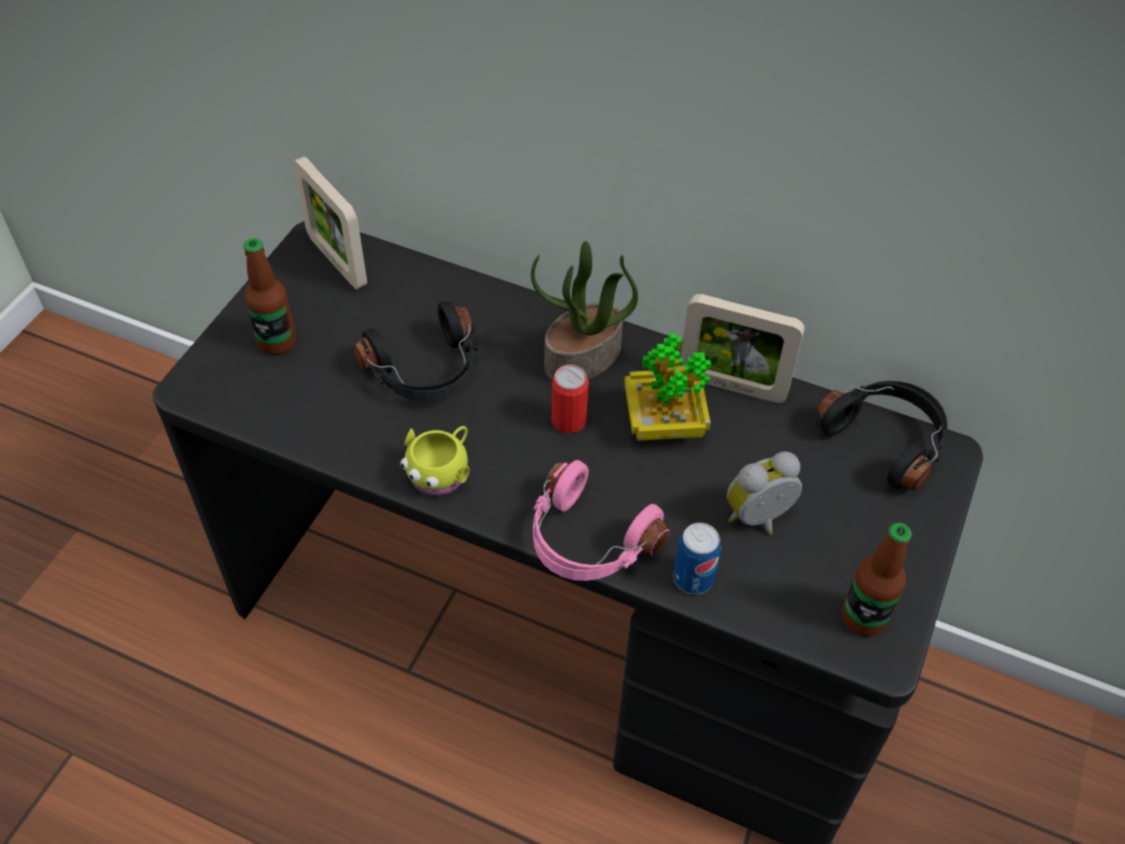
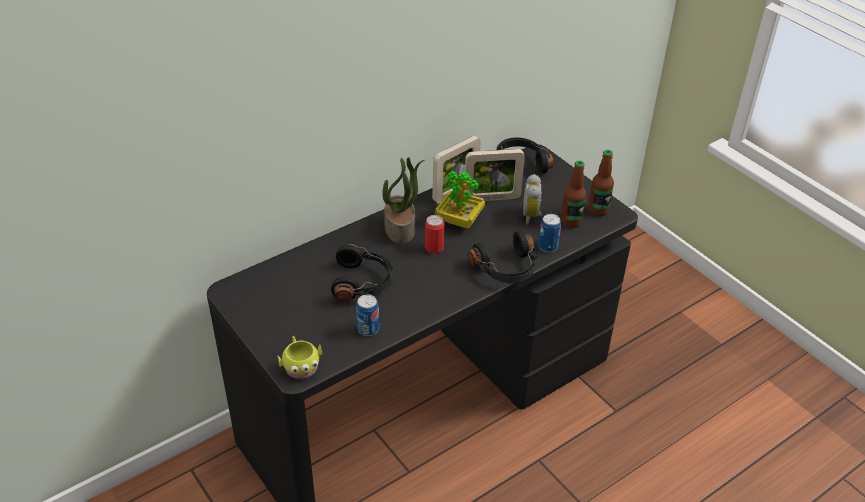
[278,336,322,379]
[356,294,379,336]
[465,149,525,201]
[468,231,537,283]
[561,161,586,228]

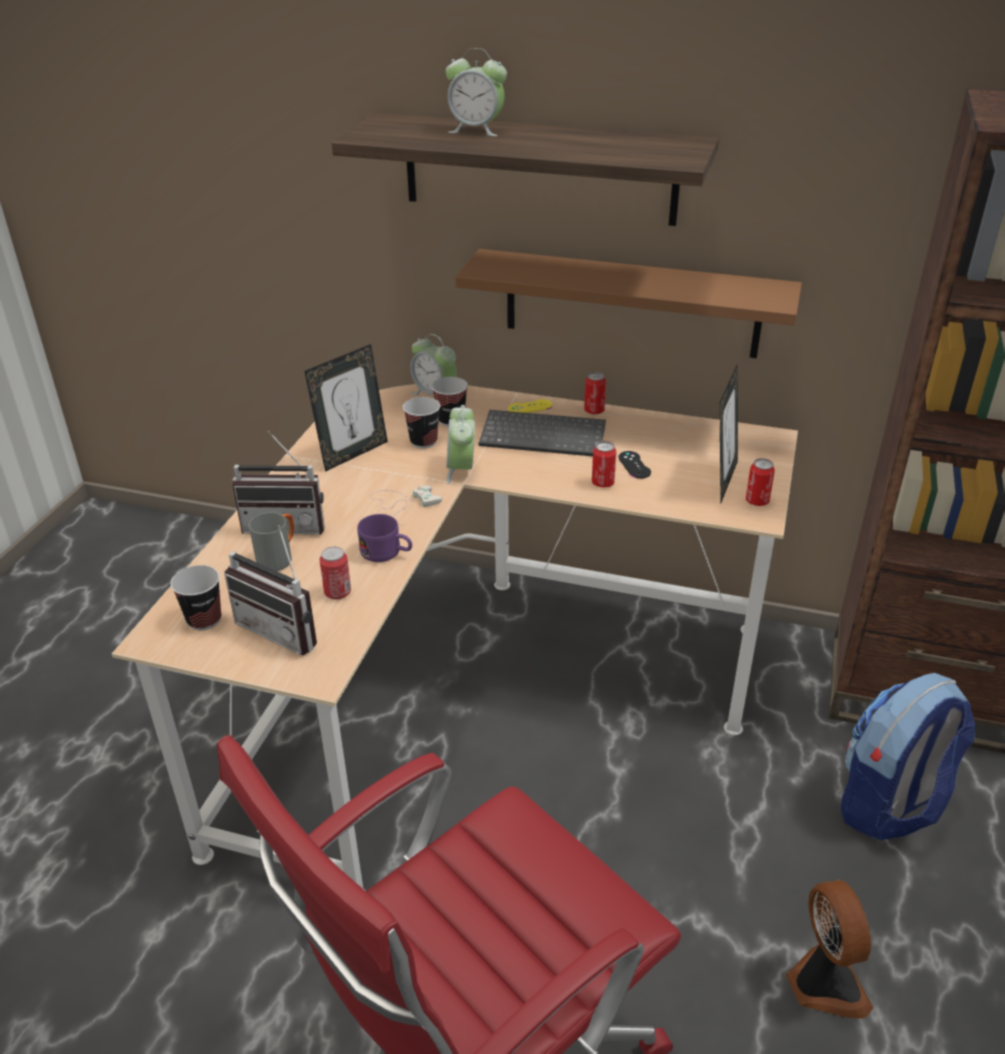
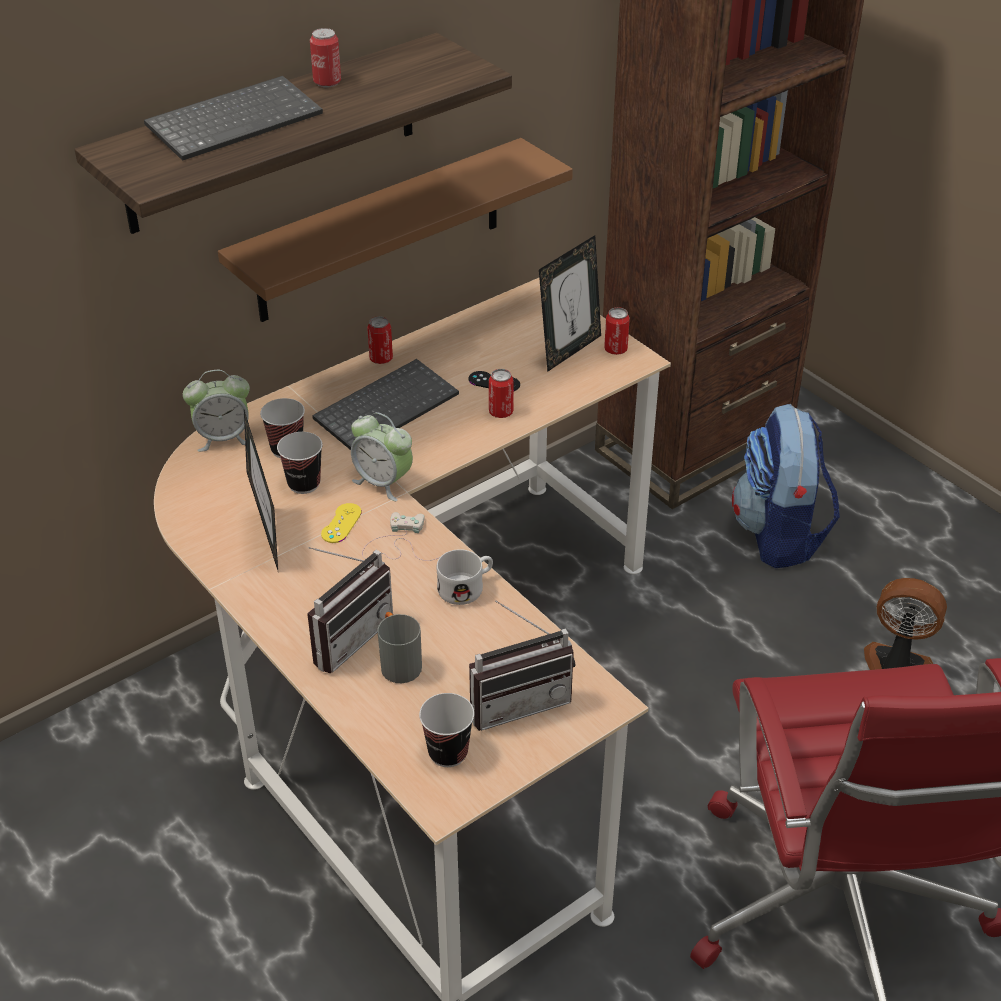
[144,76,323,161]
[310,28,341,88]
[321,503,362,543]
[437,549,493,605]
[539,235,601,372]

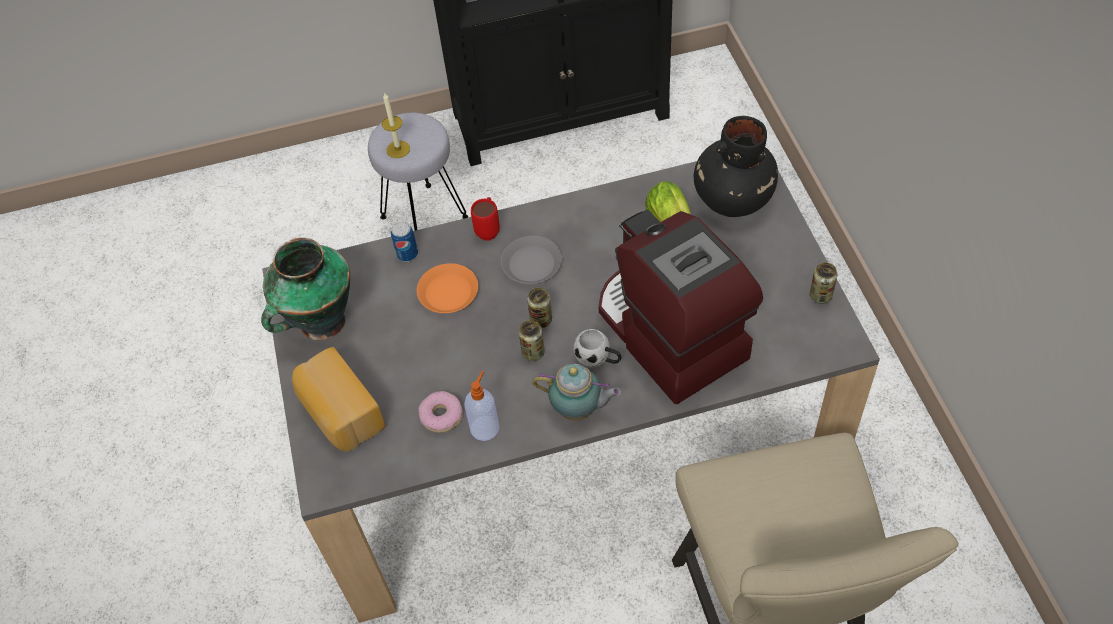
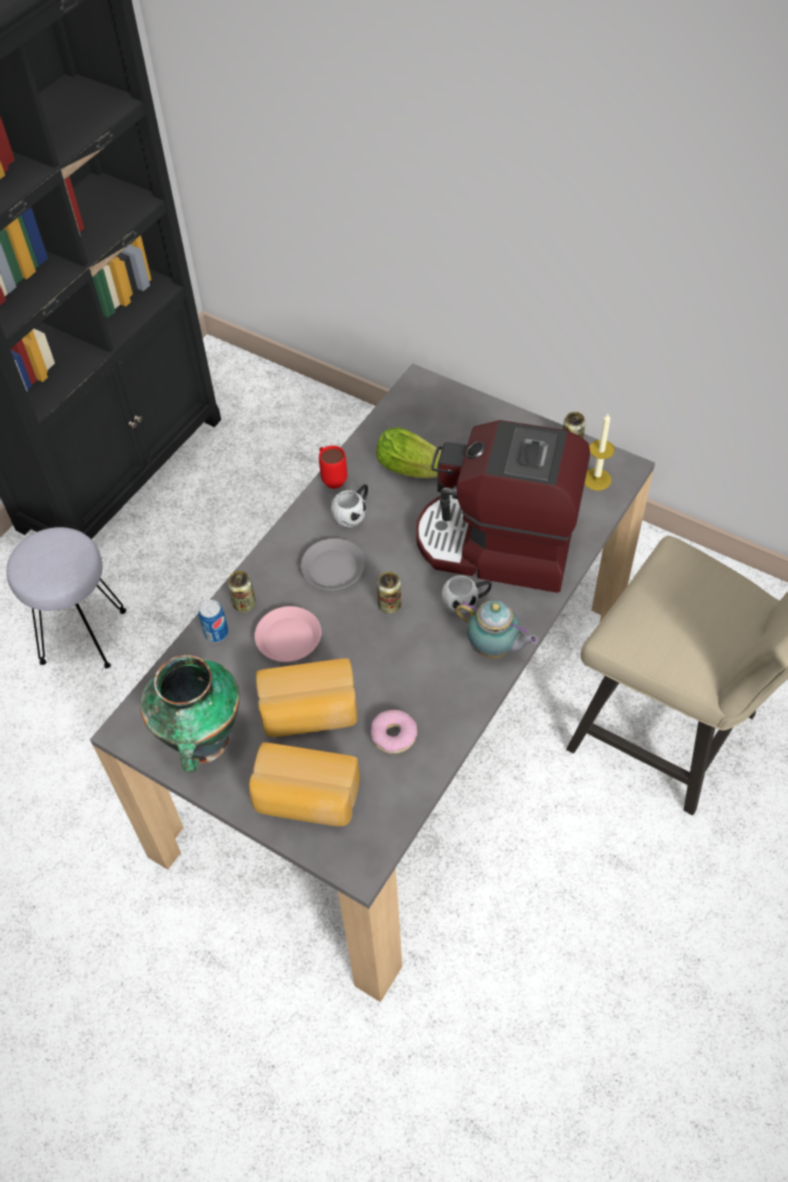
[228,571,256,613]
[255,606,321,662]
[256,658,358,737]
[319,445,347,489]
[331,484,368,528]
[455,600,538,659]
[585,414,615,491]
[464,370,500,441] (first image)
[694,116,778,217] (first image)

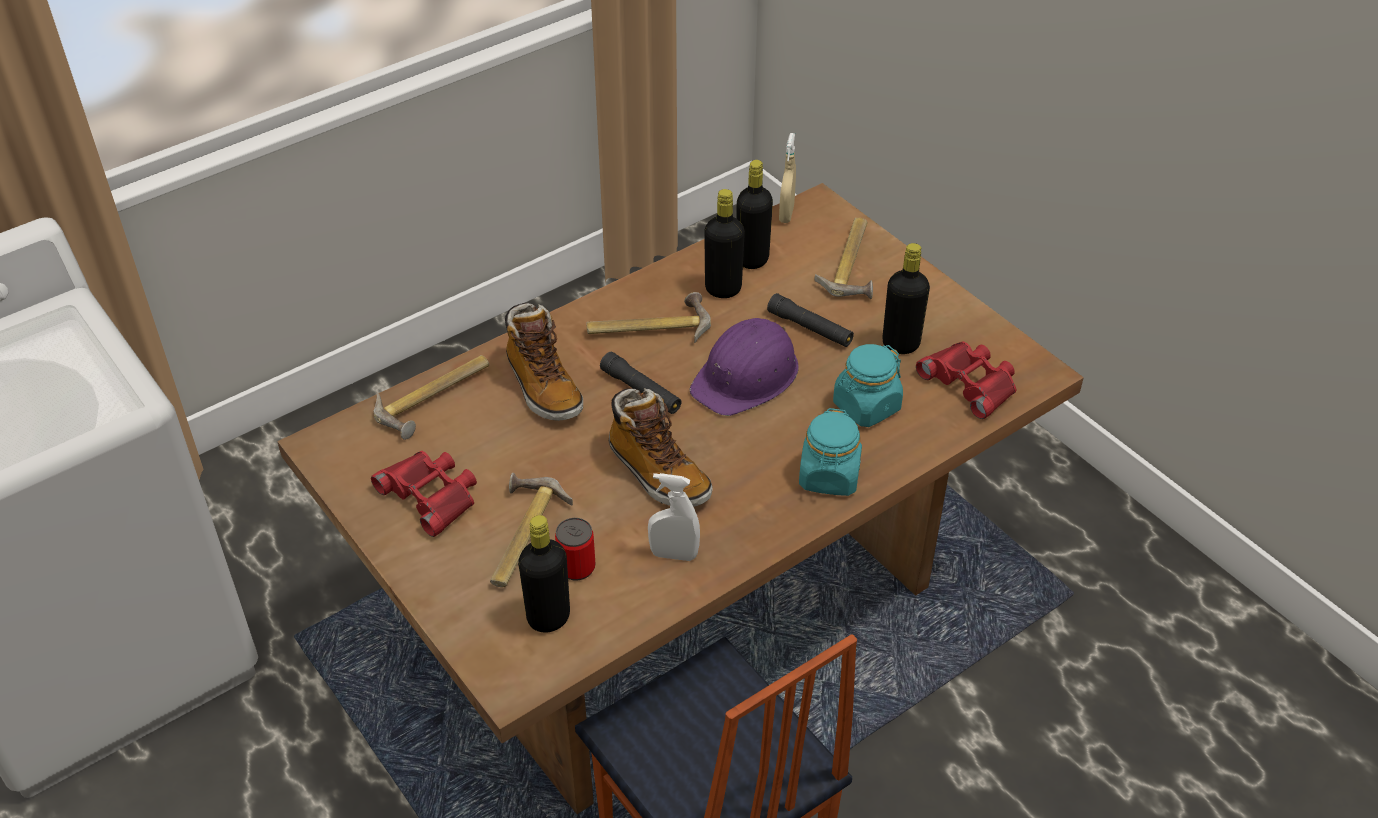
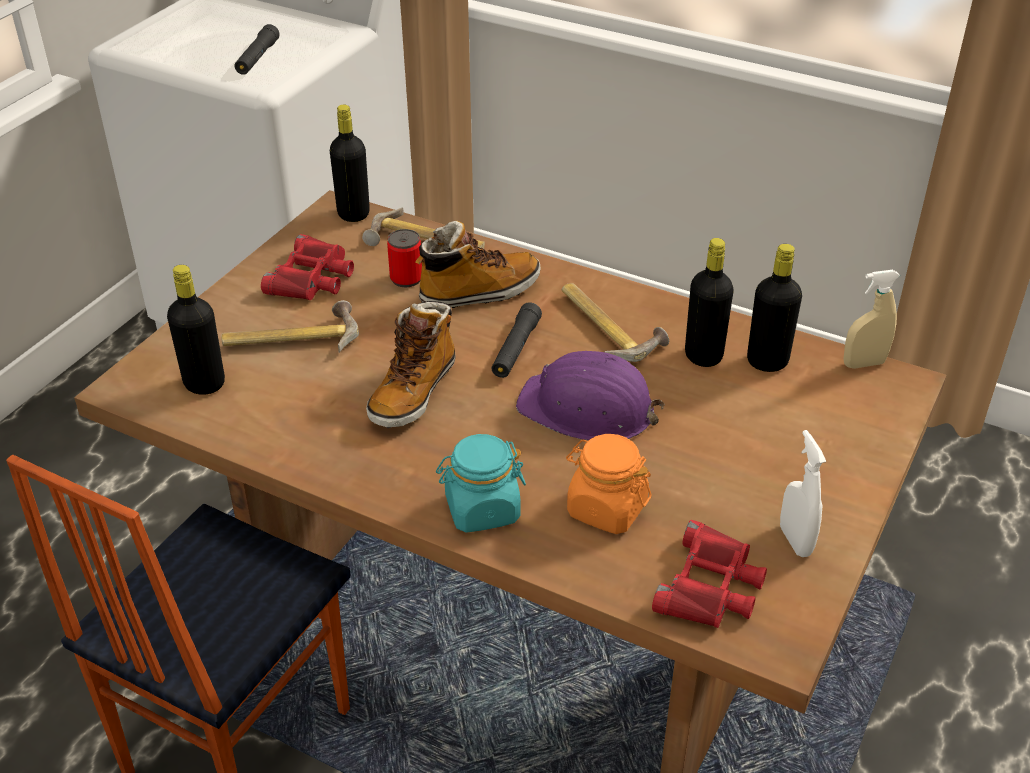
[234,24,280,75]
[330,105,370,222]
[387,229,422,287]
[415,221,541,308]
[566,434,651,534]
[780,430,826,557]
[815,218,873,299] (first image)

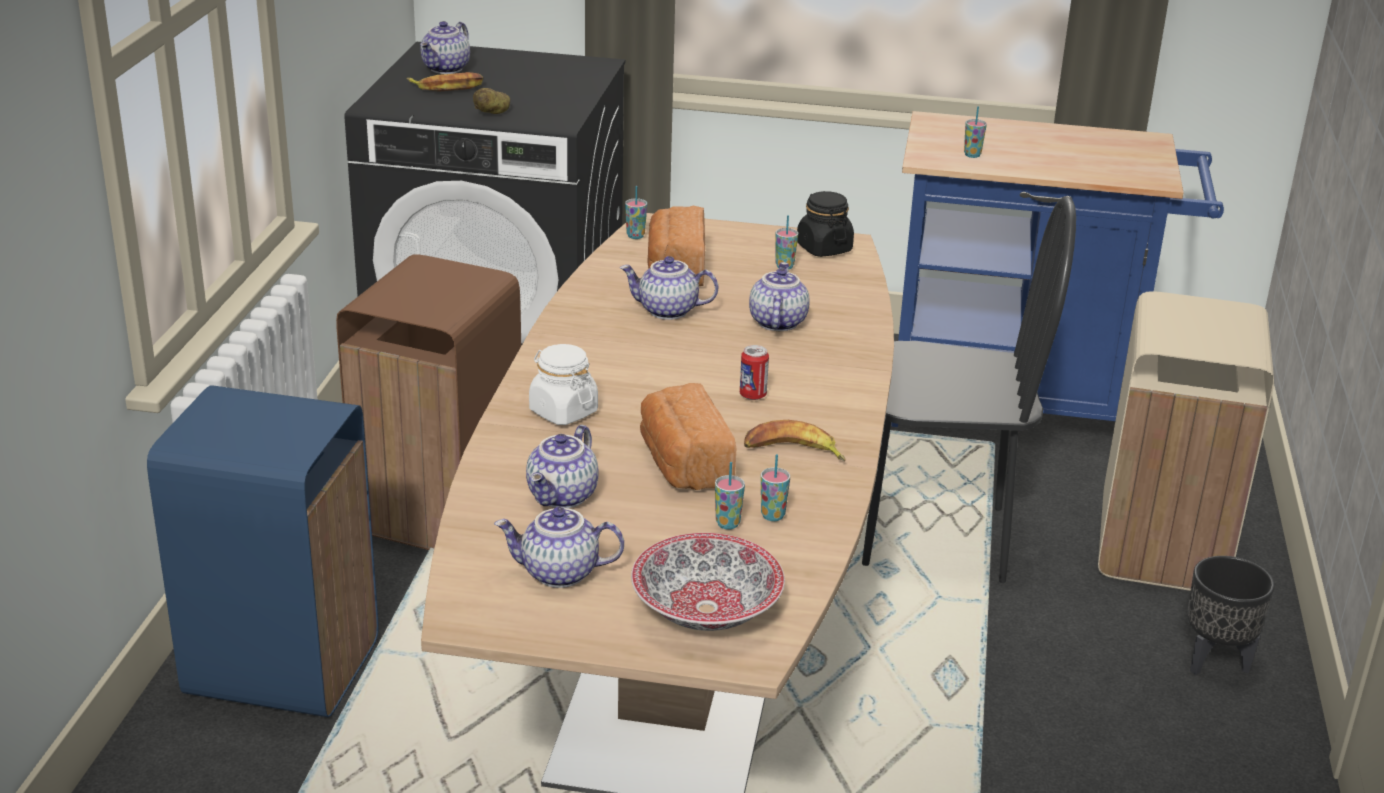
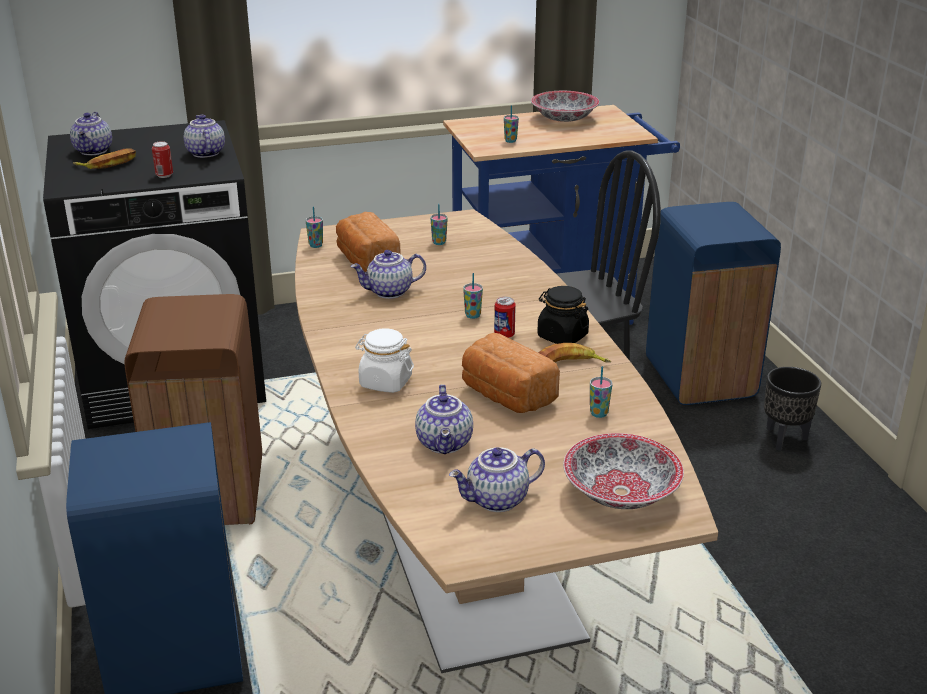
[152,141,173,178]
[184,114,225,158]
[463,273,483,319]
[531,91,599,122]
[537,286,589,344]
[646,202,781,405]

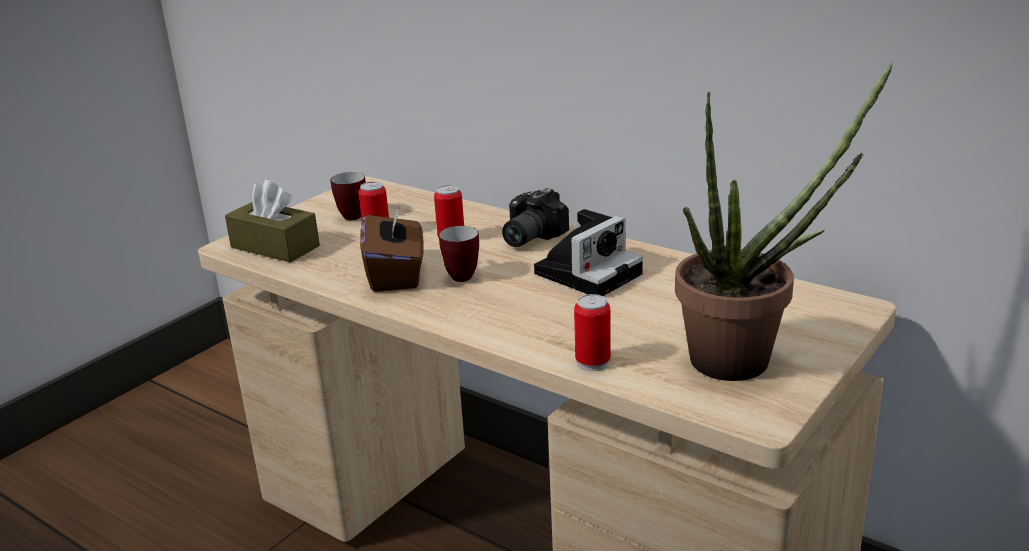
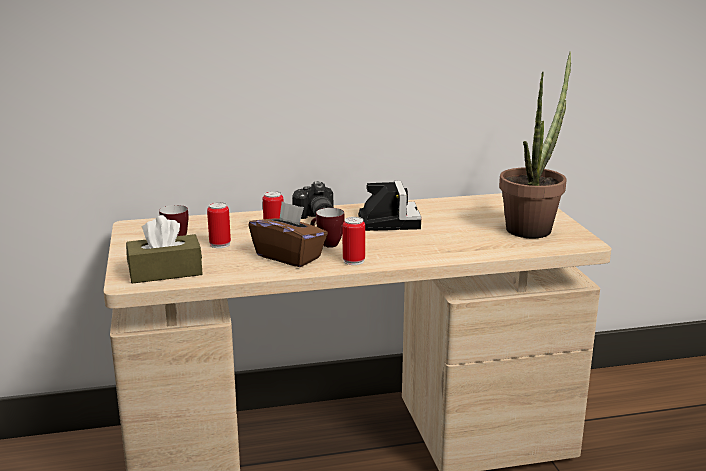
[343,217,365,265]

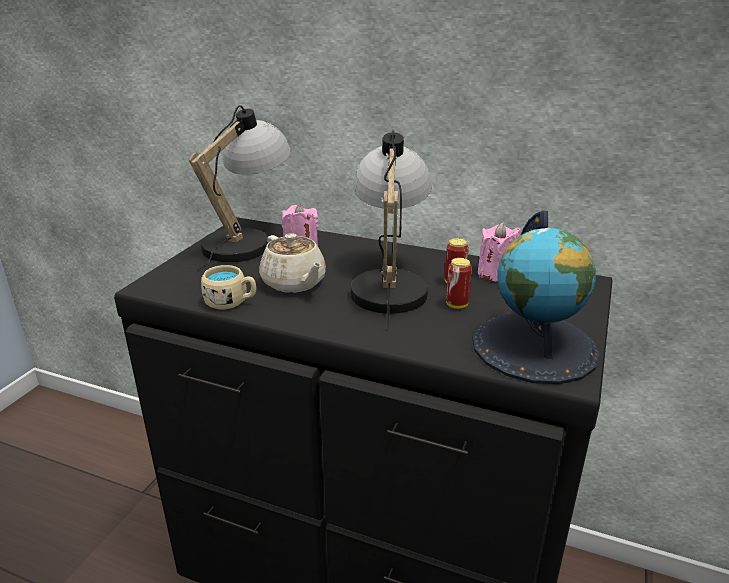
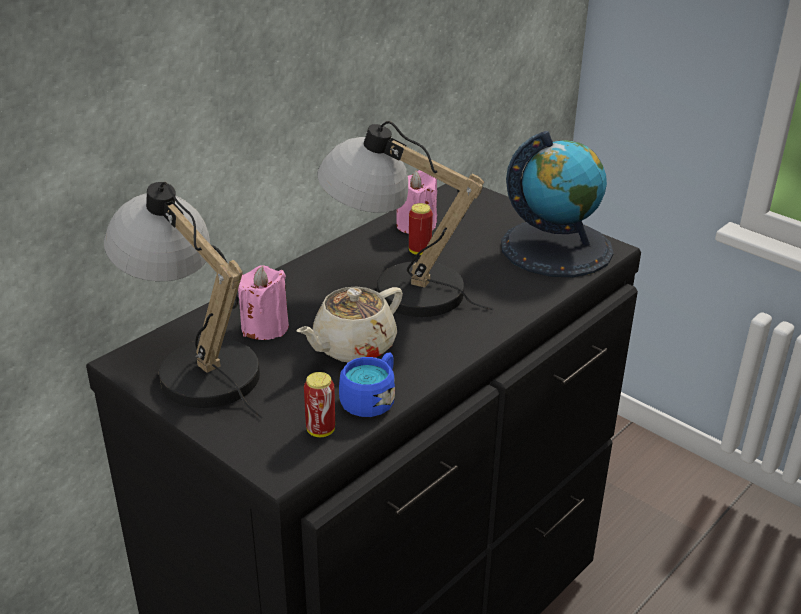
[297,286,403,362]
[304,372,335,437]
[339,353,395,417]

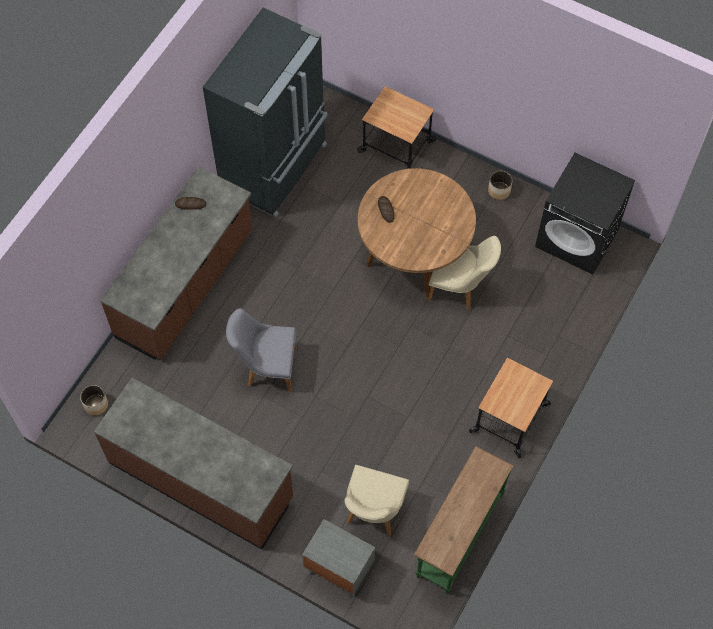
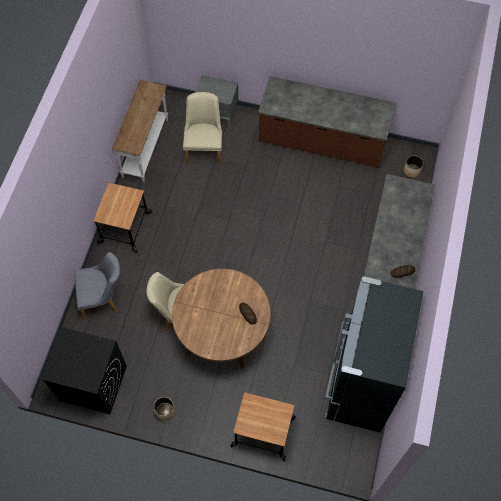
[74,252,120,319]
[112,80,168,183]

